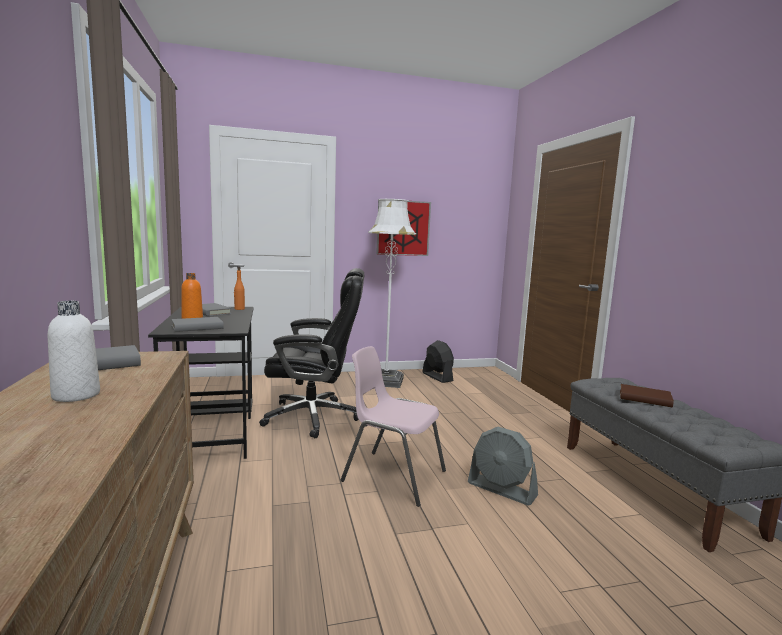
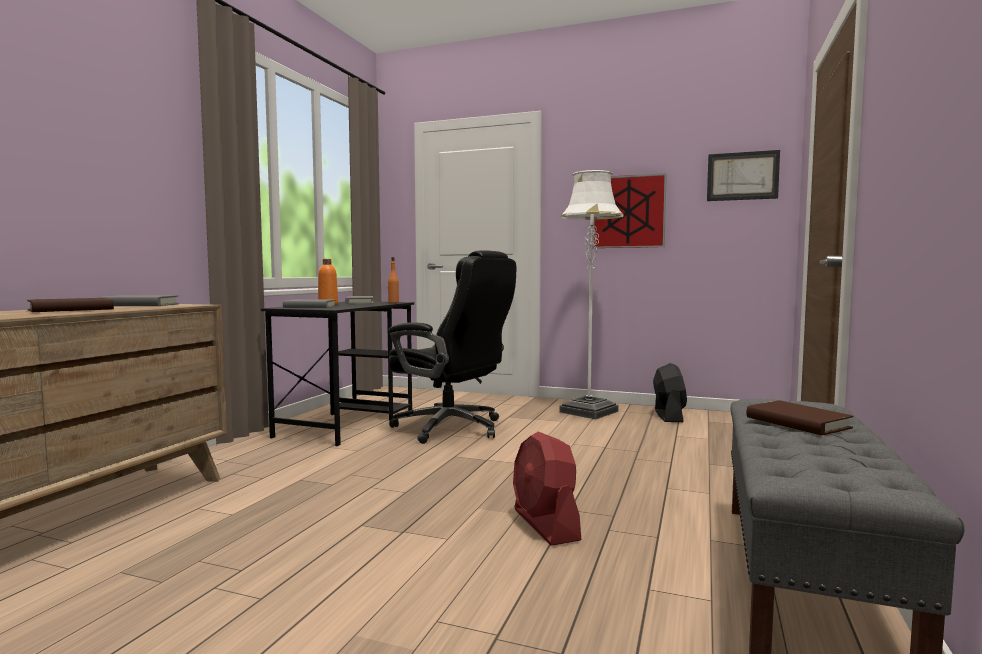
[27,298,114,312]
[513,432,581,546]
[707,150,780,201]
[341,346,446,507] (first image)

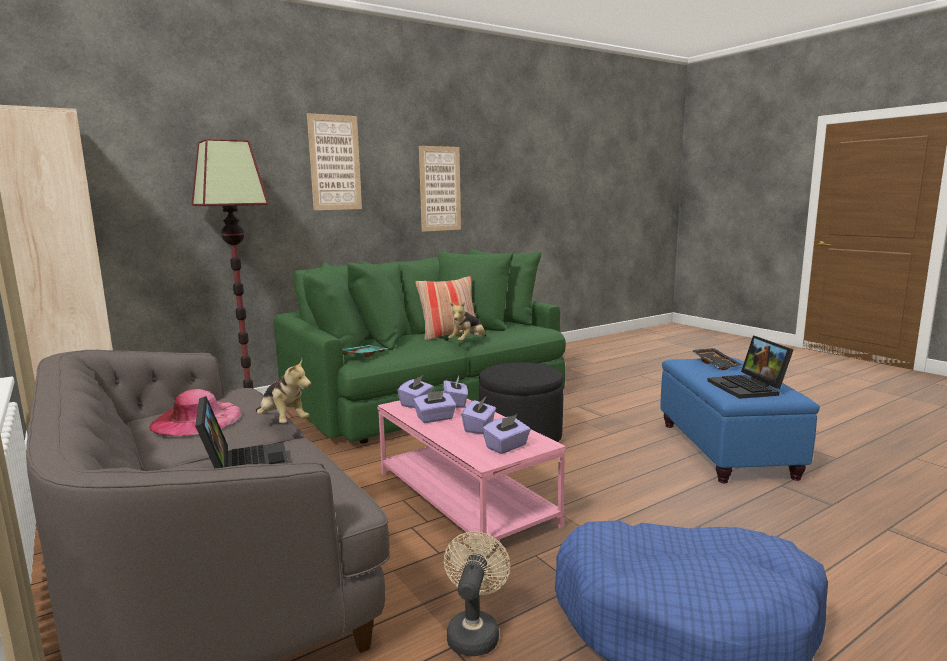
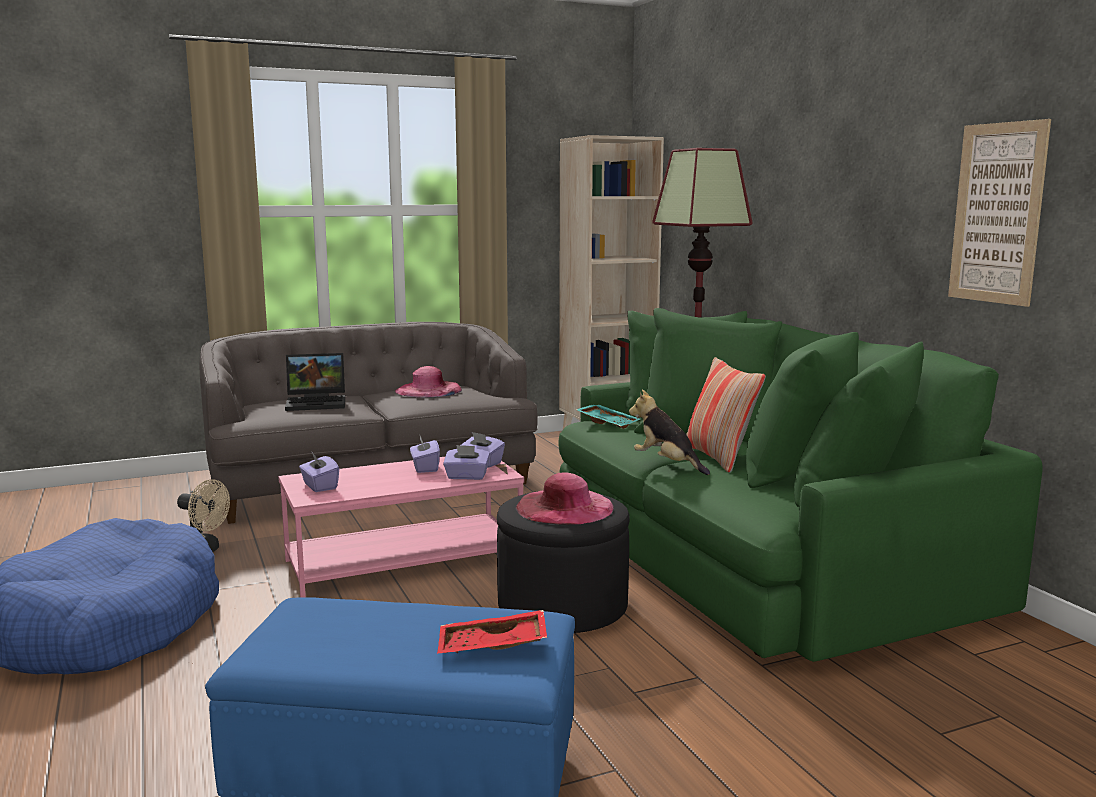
[437,610,547,654]
[515,472,614,525]
[256,359,311,423] (first image)
[307,113,362,210] (first image)
[462,397,496,434] (first image)
[707,335,794,399] (first image)

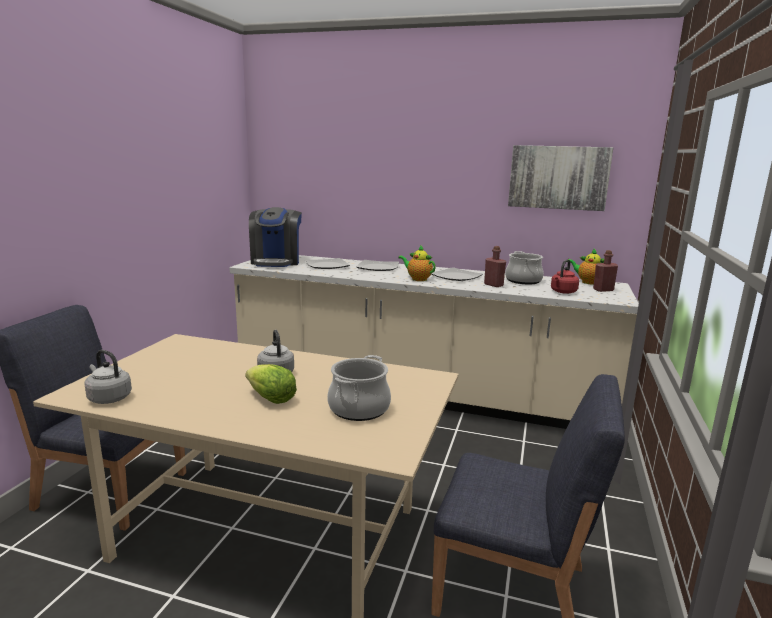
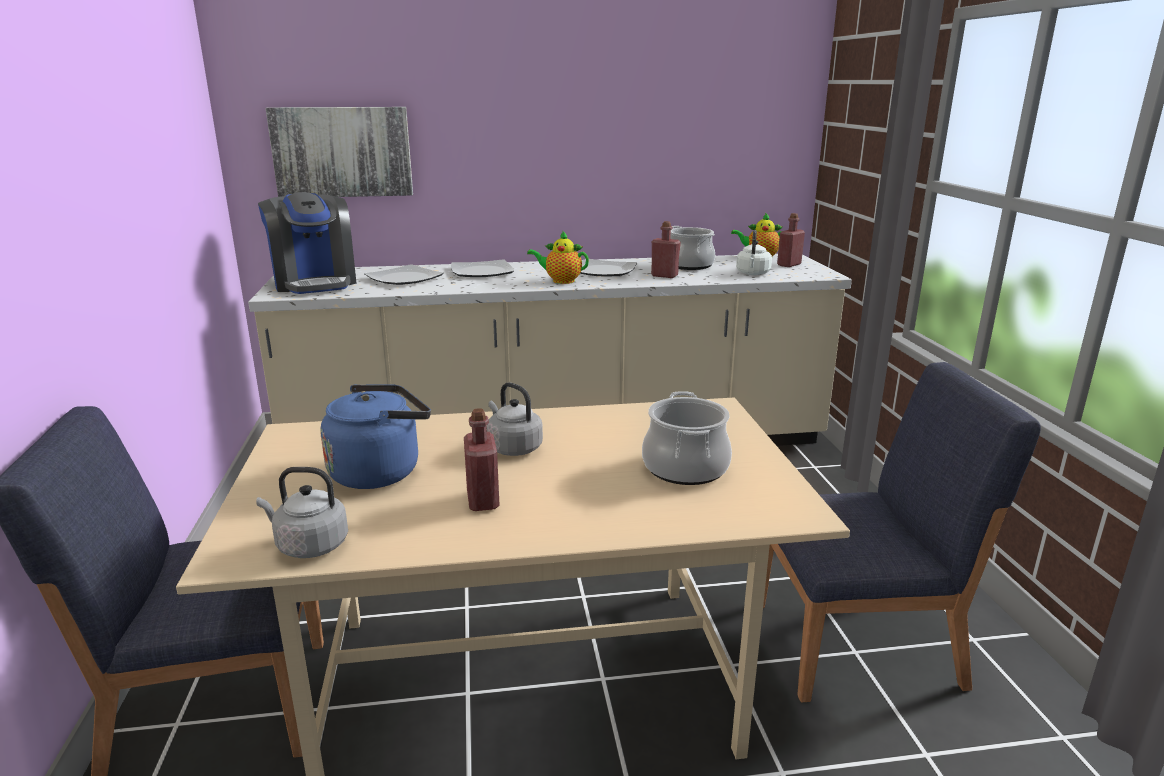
[266,107,413,197]
[320,385,431,489]
[464,408,500,511]
[736,230,772,275]
[245,364,297,404] (first image)

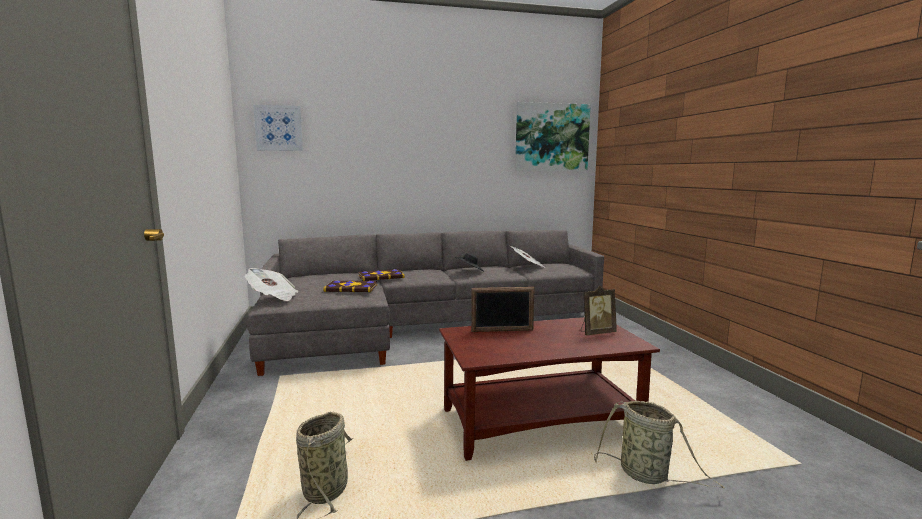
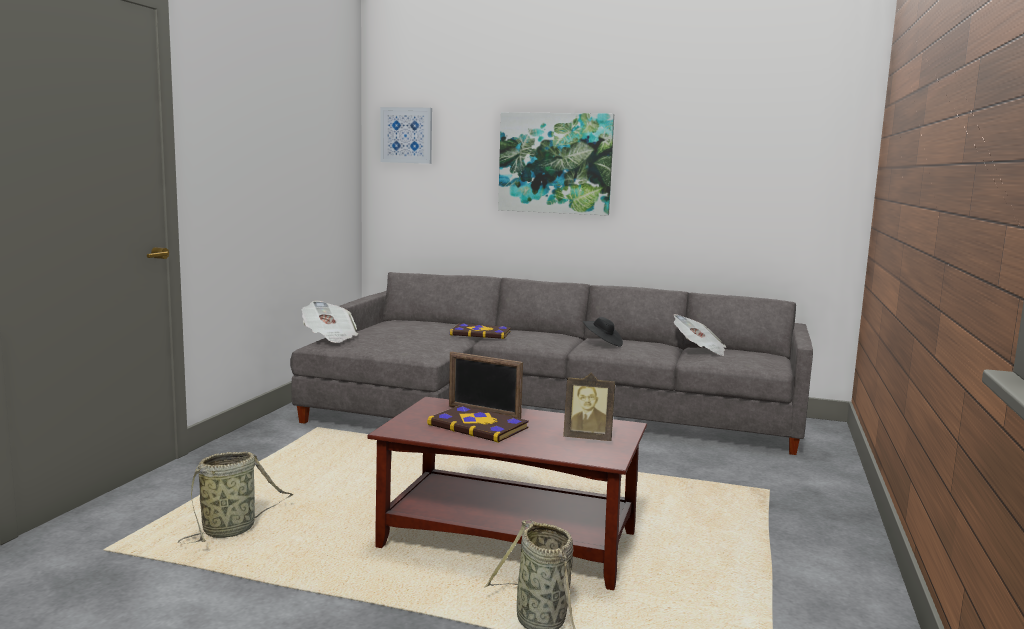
[427,405,529,443]
[498,112,614,216]

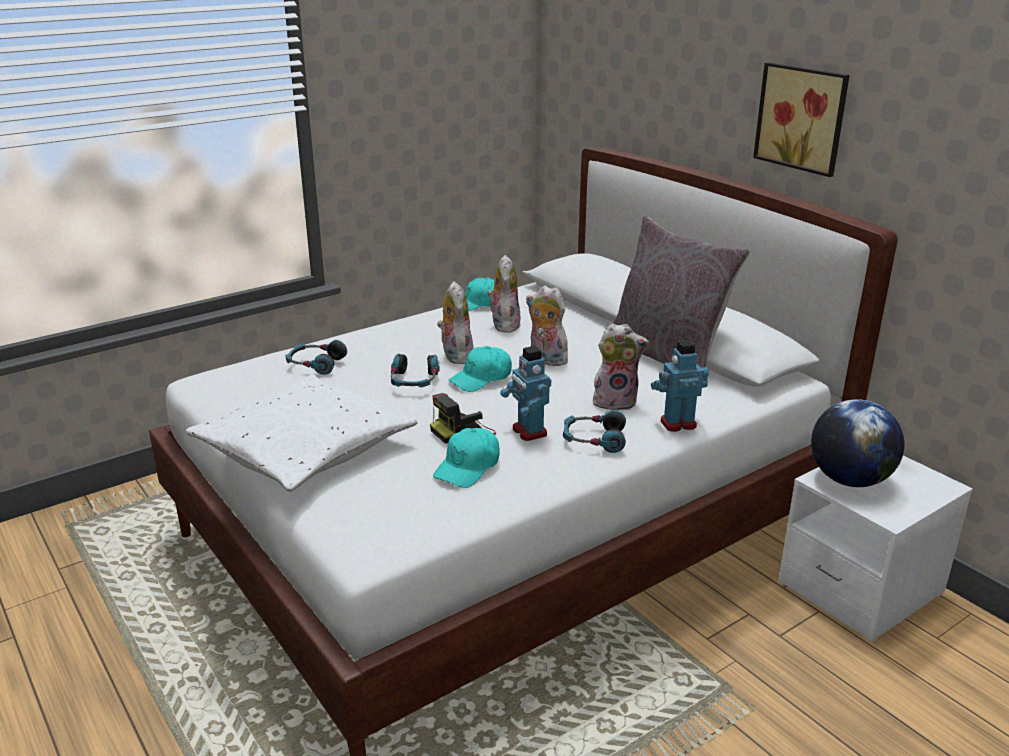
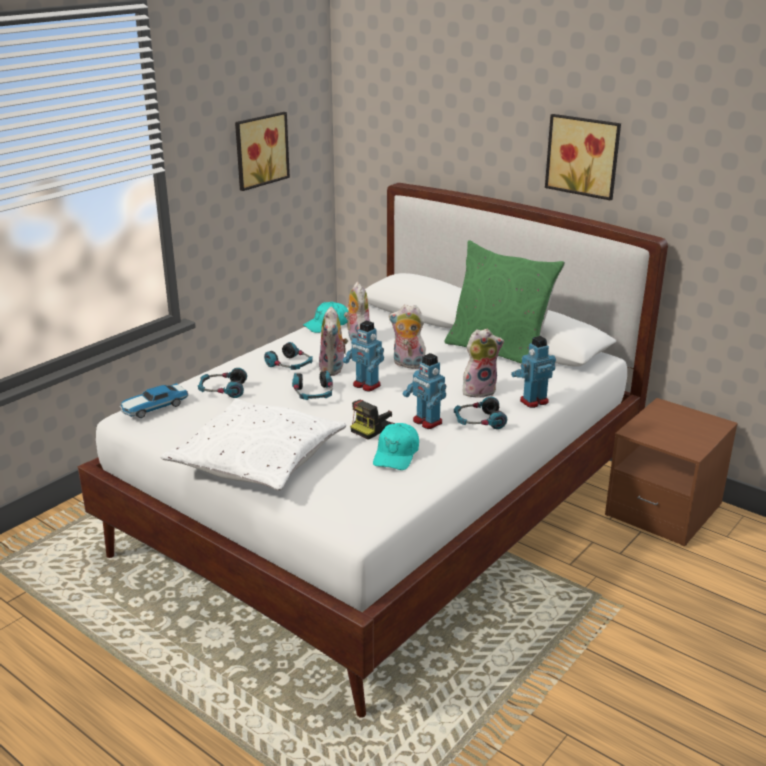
[119,383,189,418]
[235,112,290,191]
[264,342,313,370]
[319,307,348,376]
[343,320,384,392]
[444,240,565,363]
[605,398,738,547]
[811,399,905,487] (first image)

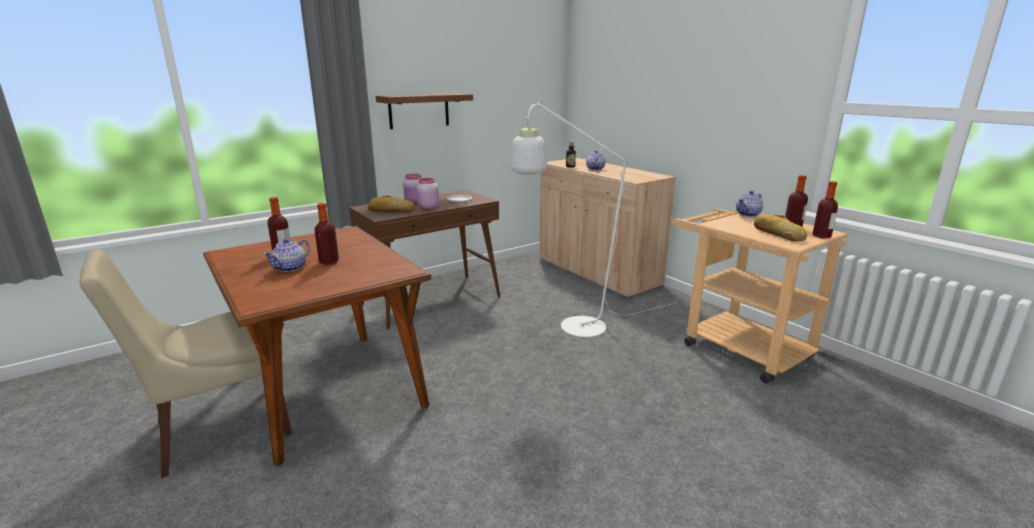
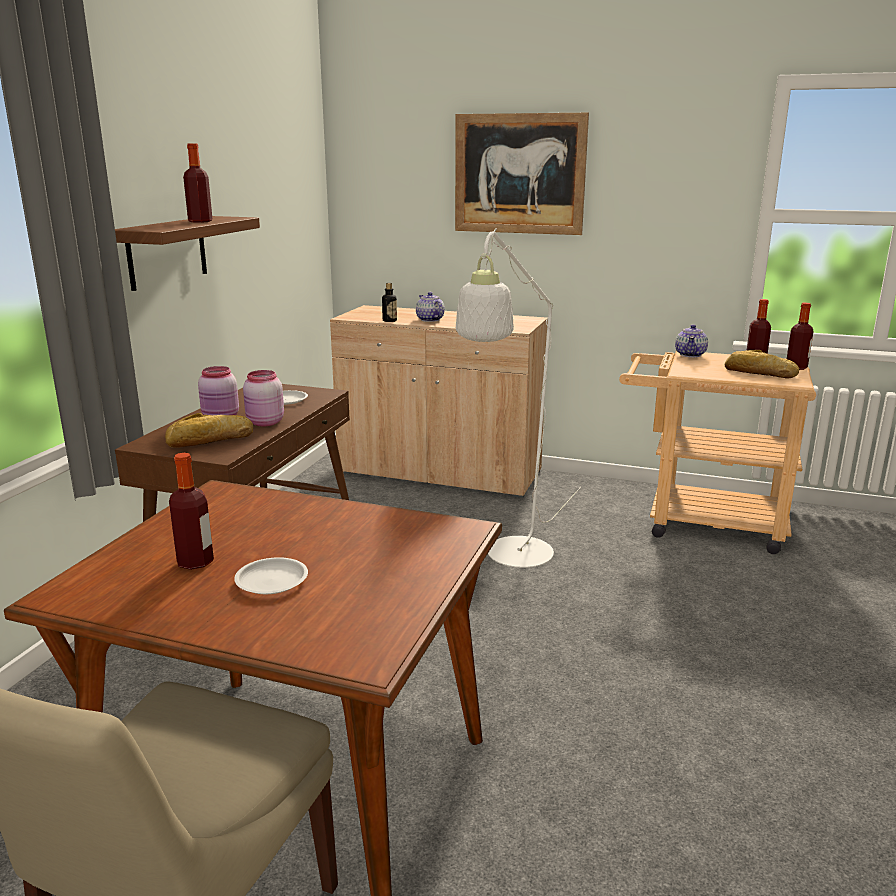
[183,144,213,223]
[234,557,308,594]
[455,113,589,235]

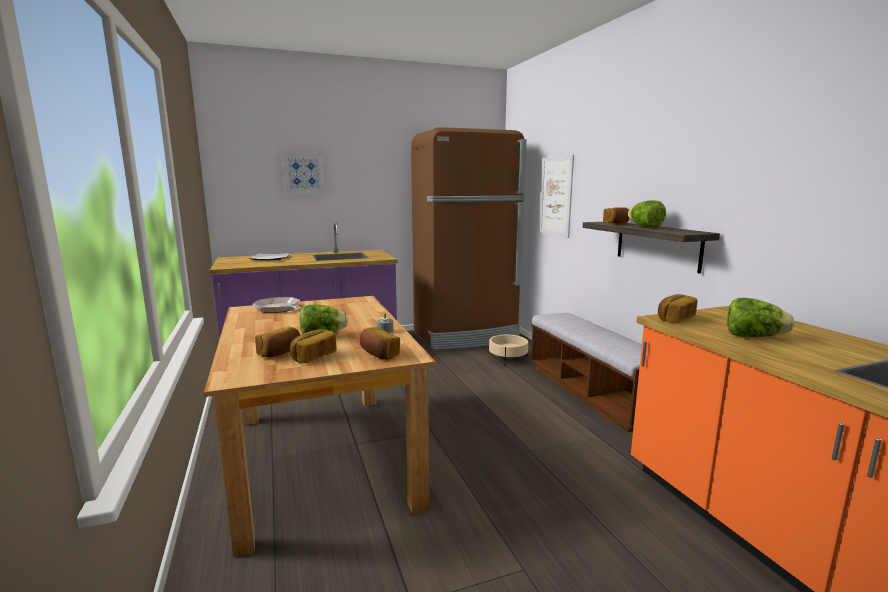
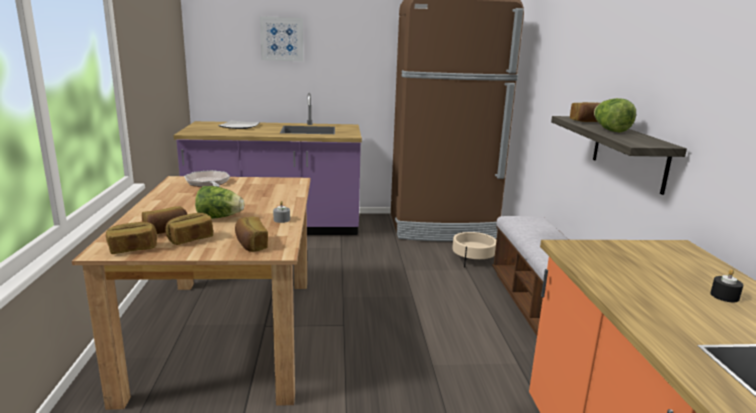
[106,222,157,254]
[710,269,744,302]
[539,155,574,238] (first image)
[727,298,794,337] (first image)

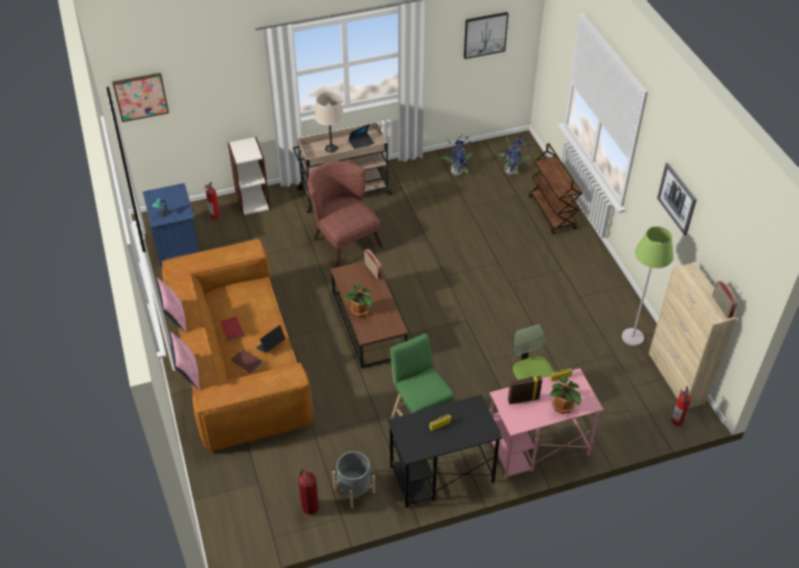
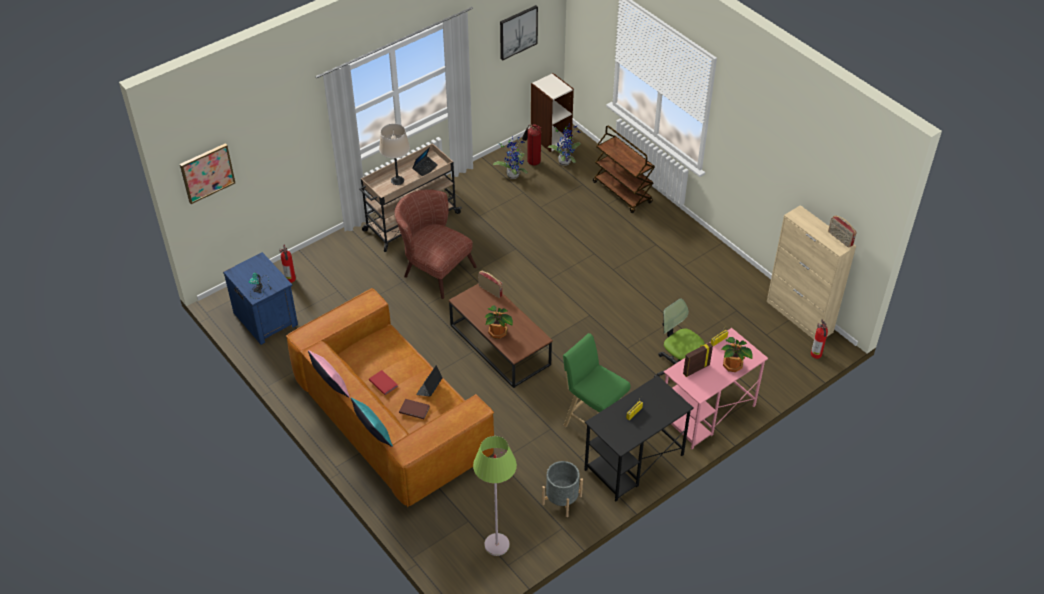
[351,398,393,447]
[473,436,517,556]
[522,124,542,166]
[531,73,574,152]
[657,163,697,235] (first image)

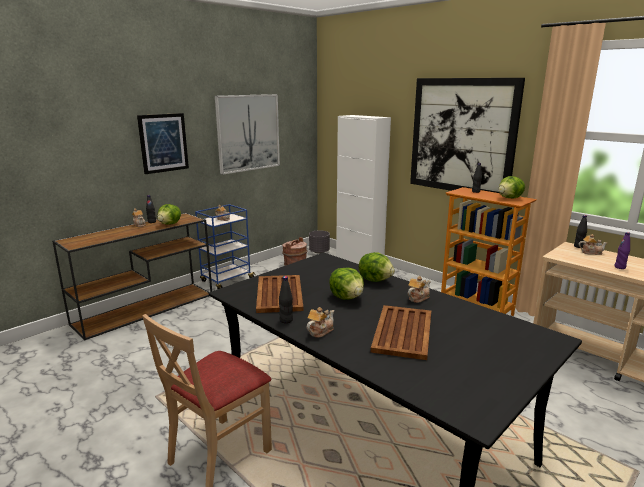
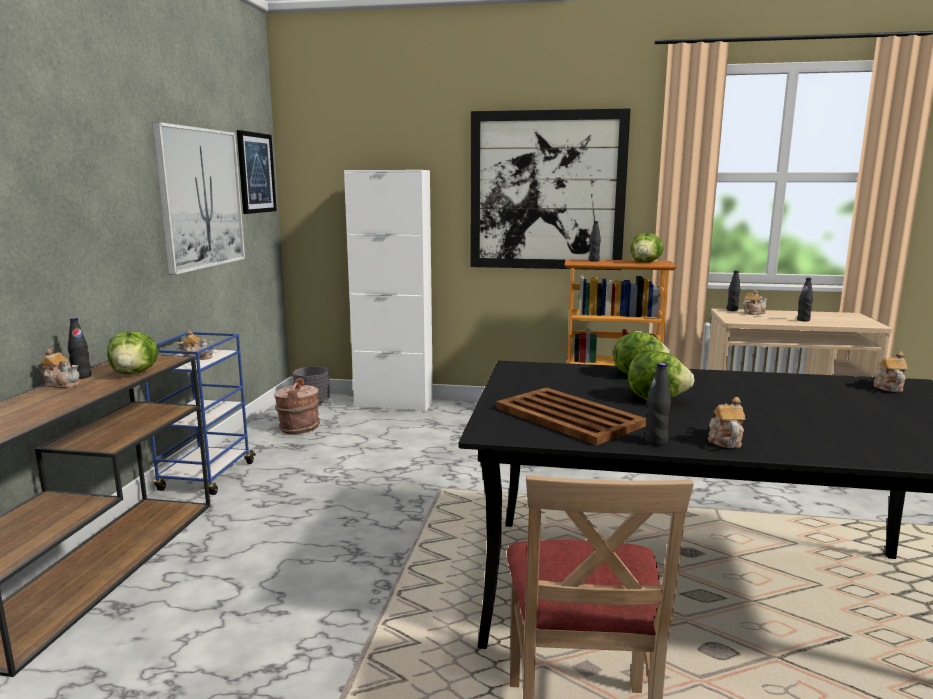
[237,130,277,214]
[797,278,813,322]
[873,352,908,392]
[371,305,431,360] (first image)

